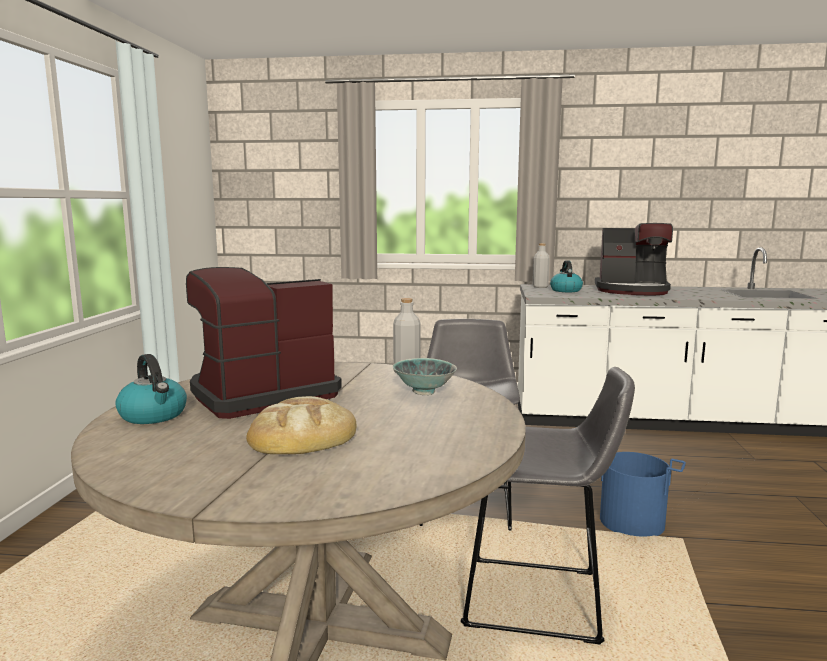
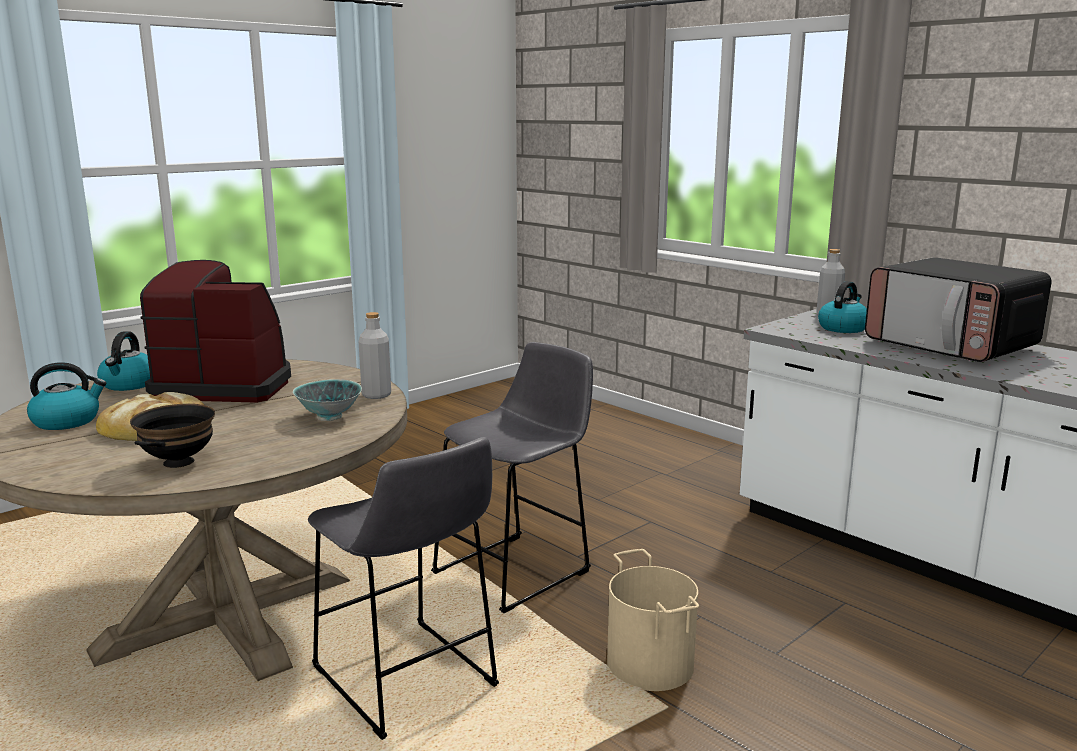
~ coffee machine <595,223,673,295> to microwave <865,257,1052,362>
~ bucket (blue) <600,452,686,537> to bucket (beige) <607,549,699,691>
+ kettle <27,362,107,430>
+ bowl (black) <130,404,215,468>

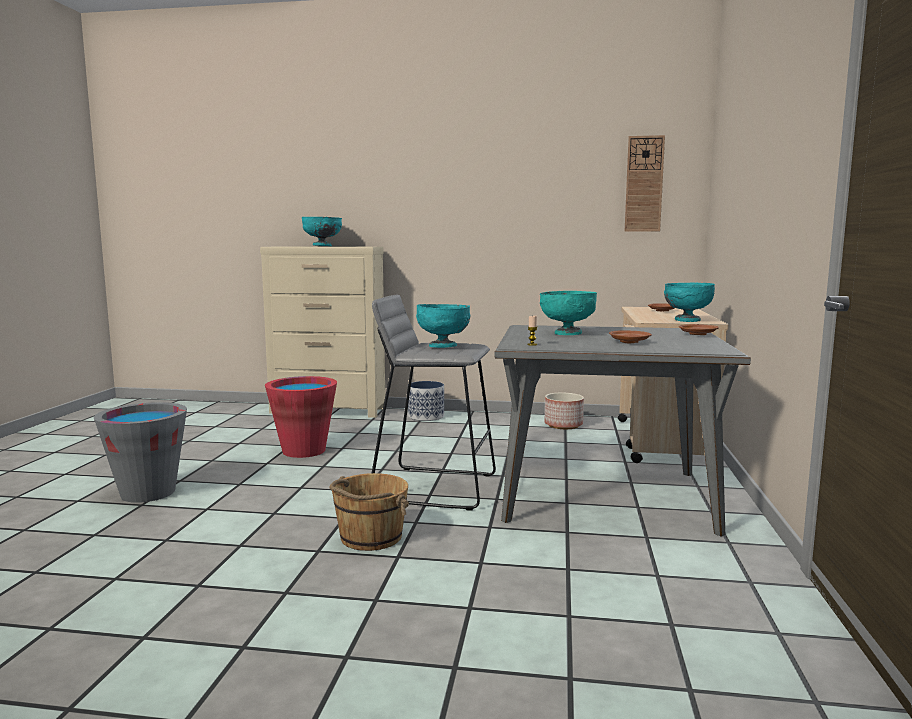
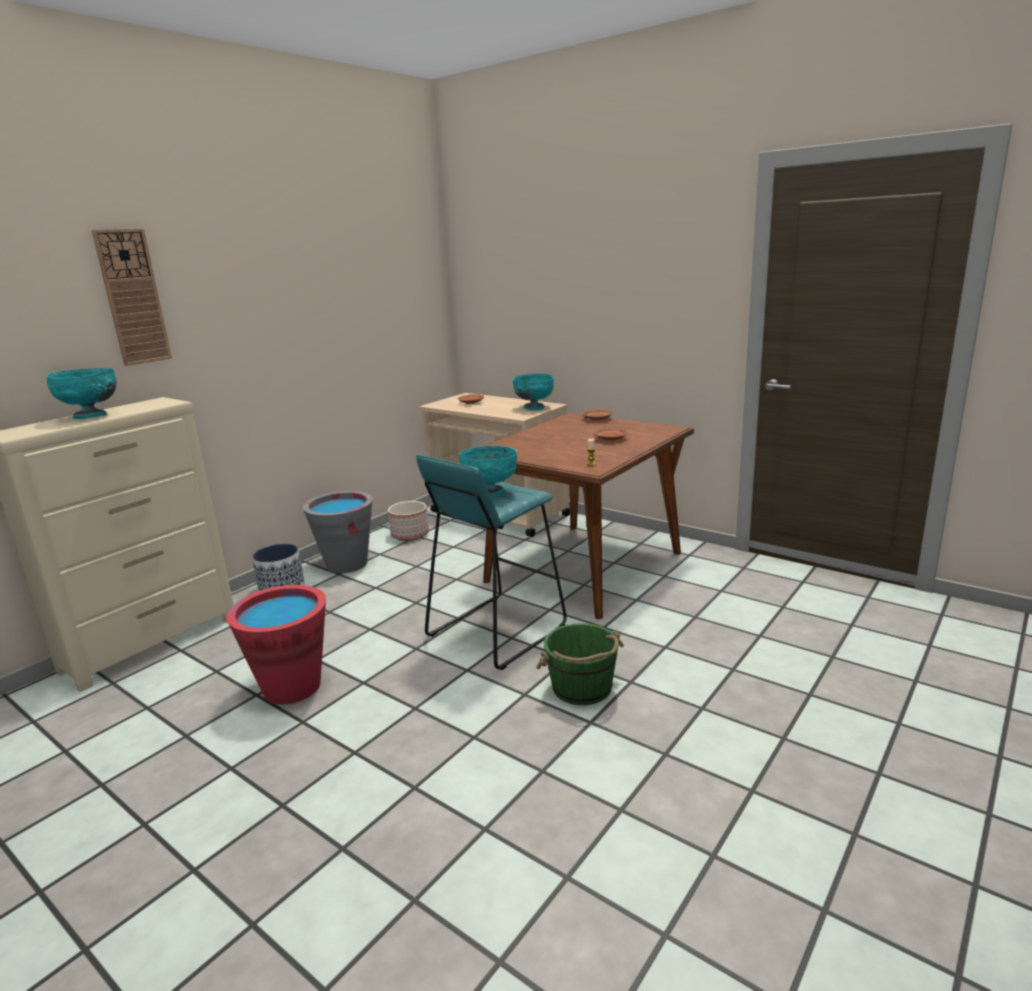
~ wall clock <625,135,665,232> to <92,228,172,366>
- bowl (turquoise) <540,291,597,335>
~ stool (grey) <372,294,496,510> to stool (turquoise) <416,455,567,670>
~ dining table (grey) <494,325,751,536> to dining table (brown) <481,413,694,619>
~ bucket (grey) <94,402,187,503> to <303,491,373,573>
~ bucket (brown) <330,473,409,551> to bucket (green) <536,623,624,705>

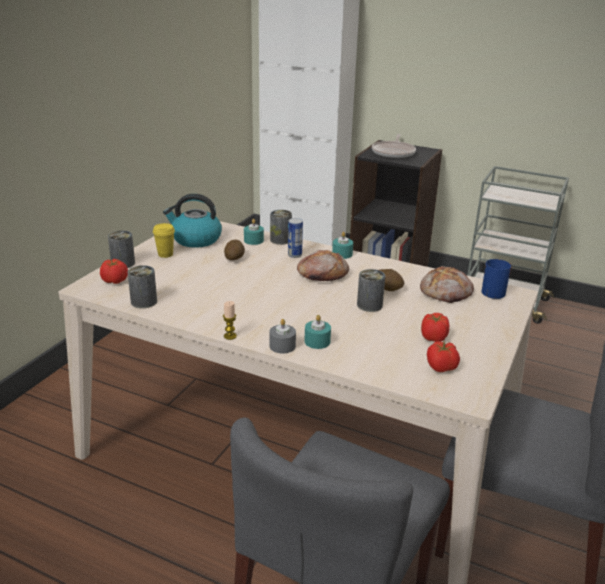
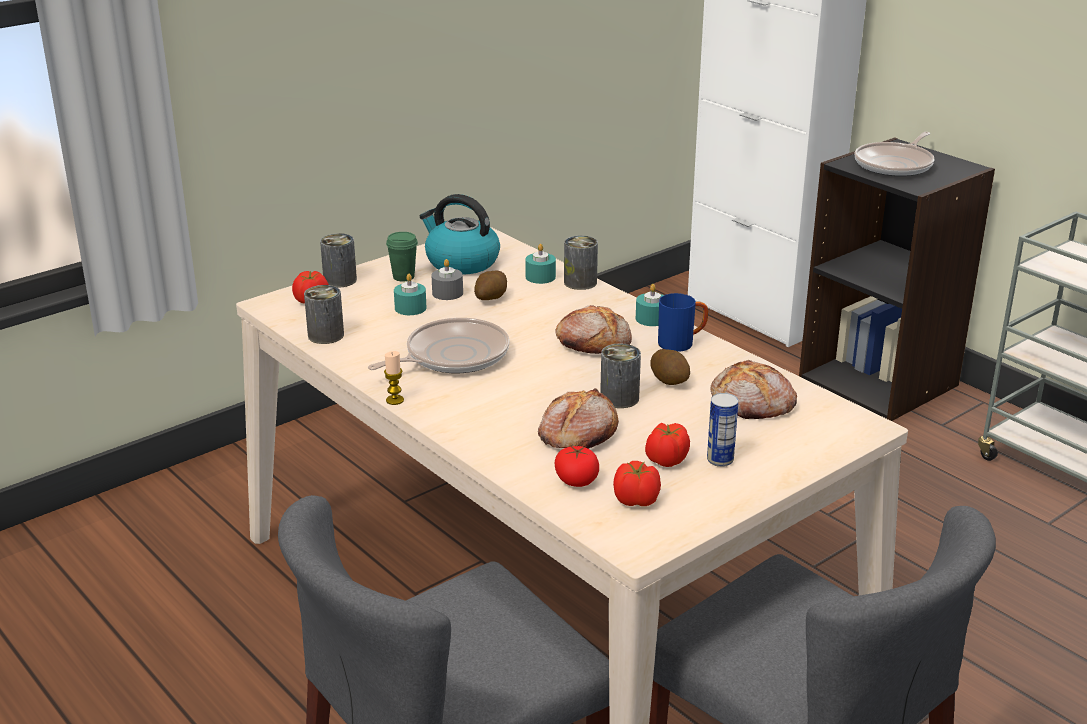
~ can <288,218,303,258> to <707,393,738,467>
~ cup (yellow) <153,223,175,258> to cup (green) <386,232,418,282>
~ mug (blue) <481,259,511,299> to <658,293,708,352>
~ candle (turquoise) <304,315,331,349> to <394,274,427,315>
~ candle (grey) <269,319,296,353> to <431,259,463,300>
+ frying pan <368,318,510,373>
+ bread <538,388,619,449>
+ tomato <555,446,599,487>

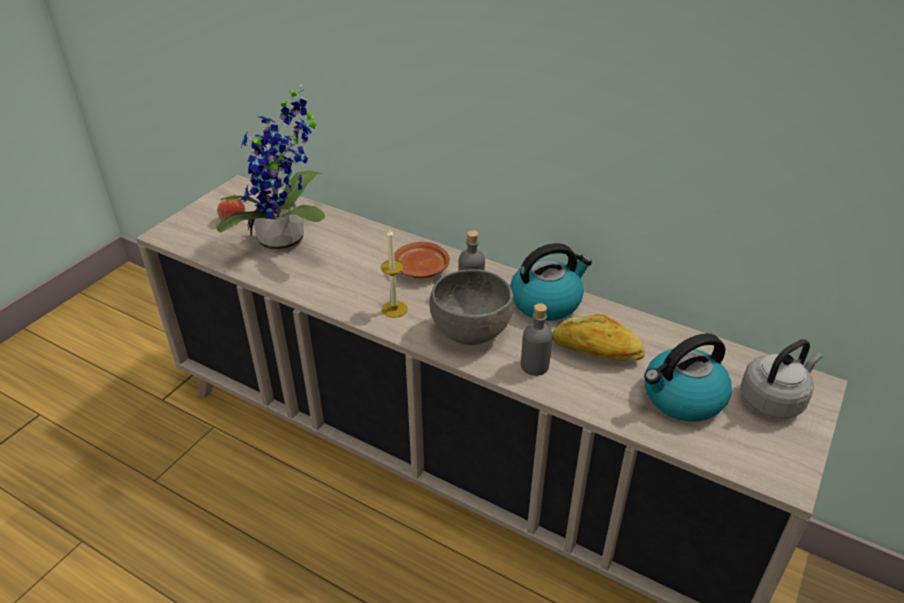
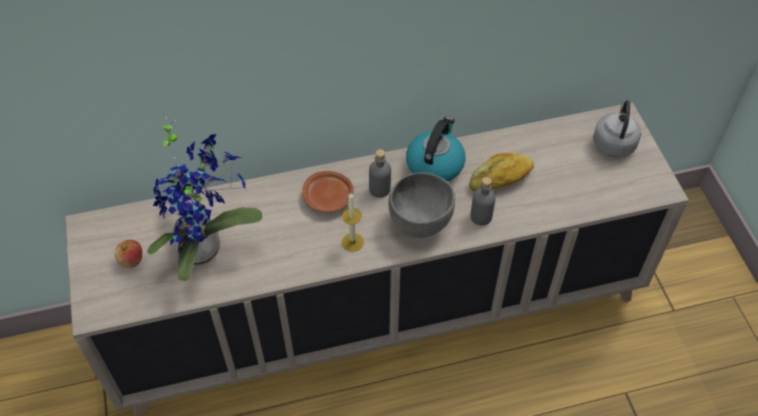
- kettle <644,333,732,422>

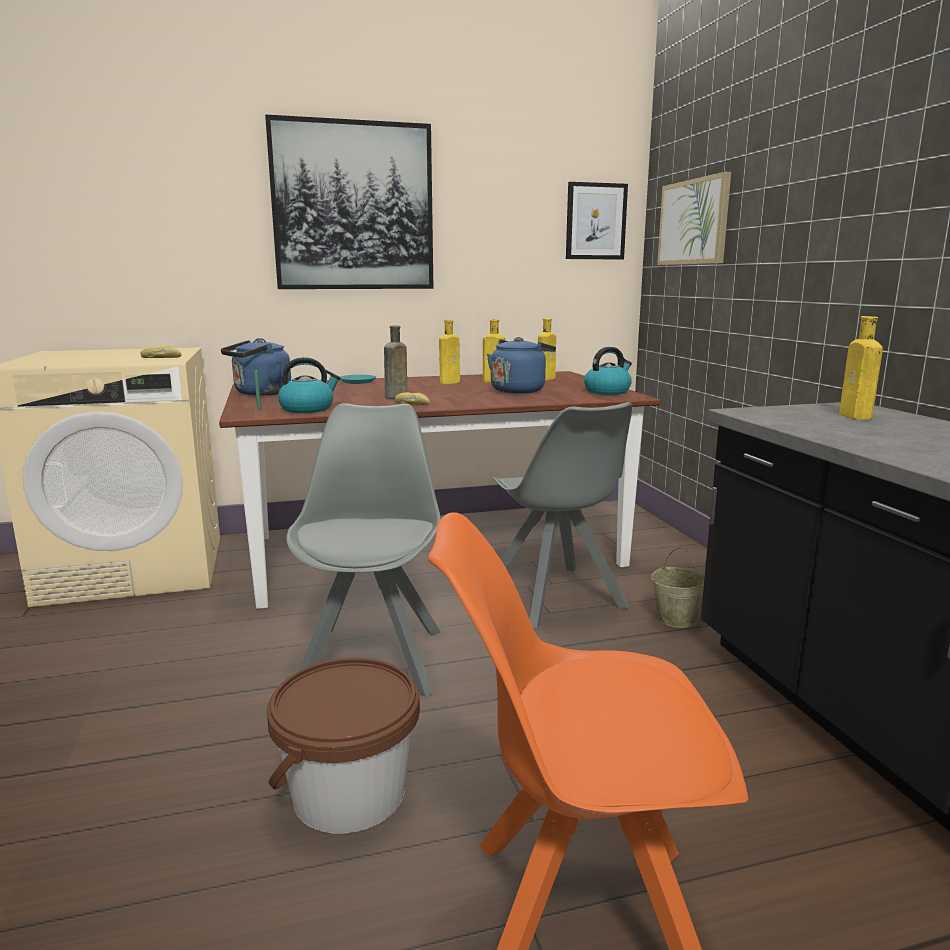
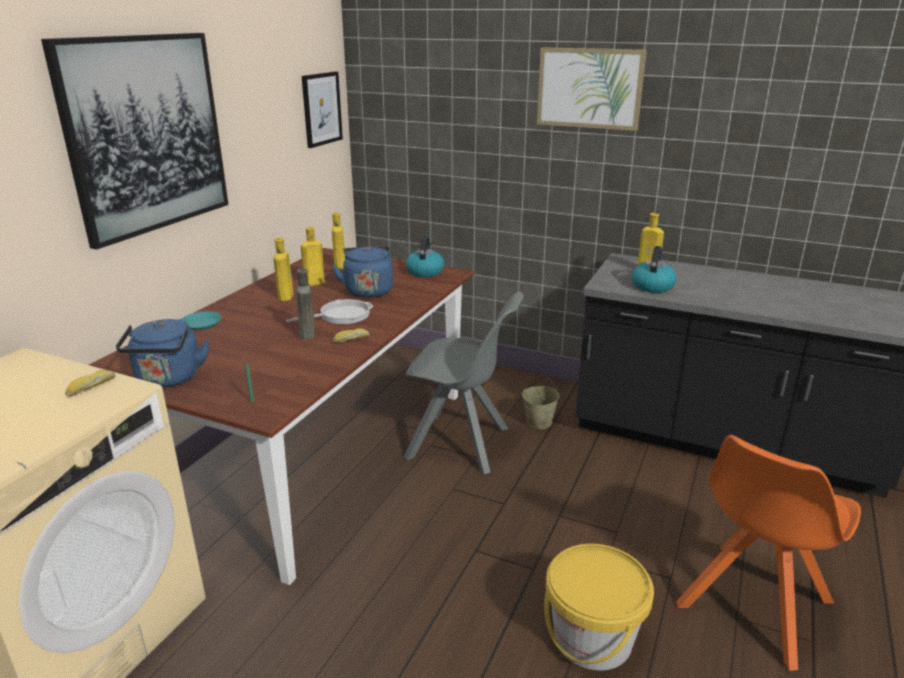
~ picture <657,172,731,265> to <537,47,647,131>
~ kettle <278,357,340,413> to <632,246,677,293>
- chair (grey) <286,403,440,697>
~ bucket (brown) <267,658,420,834> to bucket (yellow) <544,544,654,670>
+ frying pan <286,299,374,324>

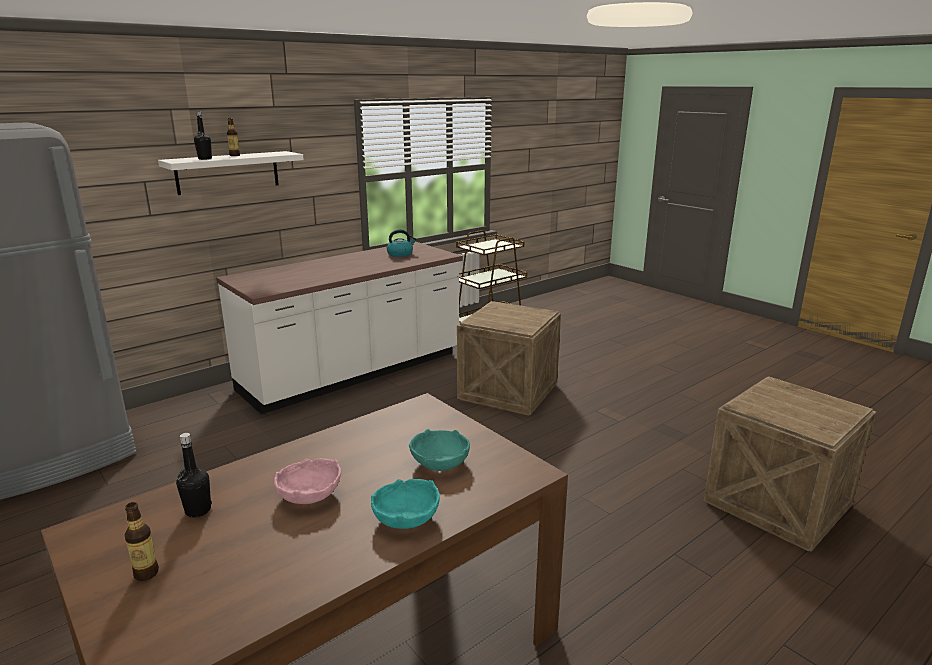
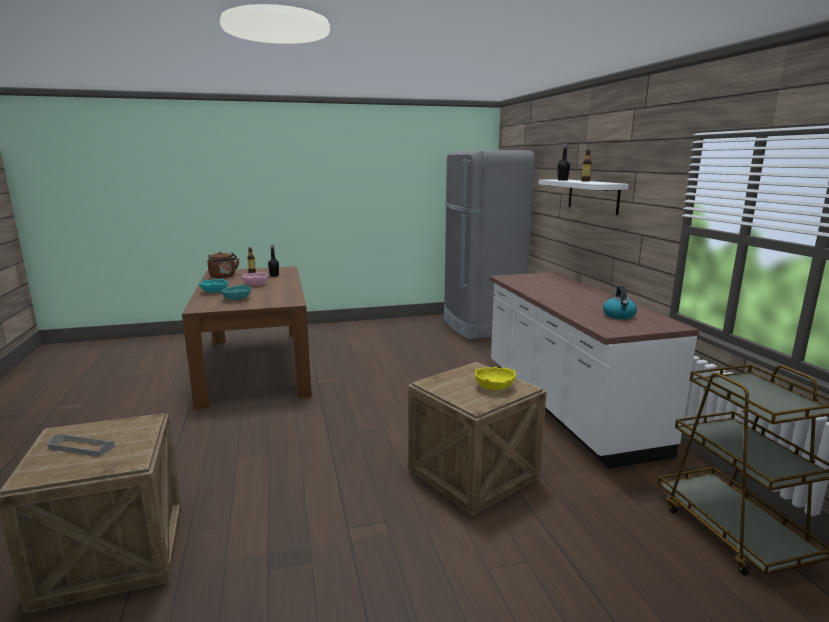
+ kettle (brown) <208,252,239,278>
+ bowl (yellow) <475,366,516,390>
+ tray (grey) <47,434,115,457>

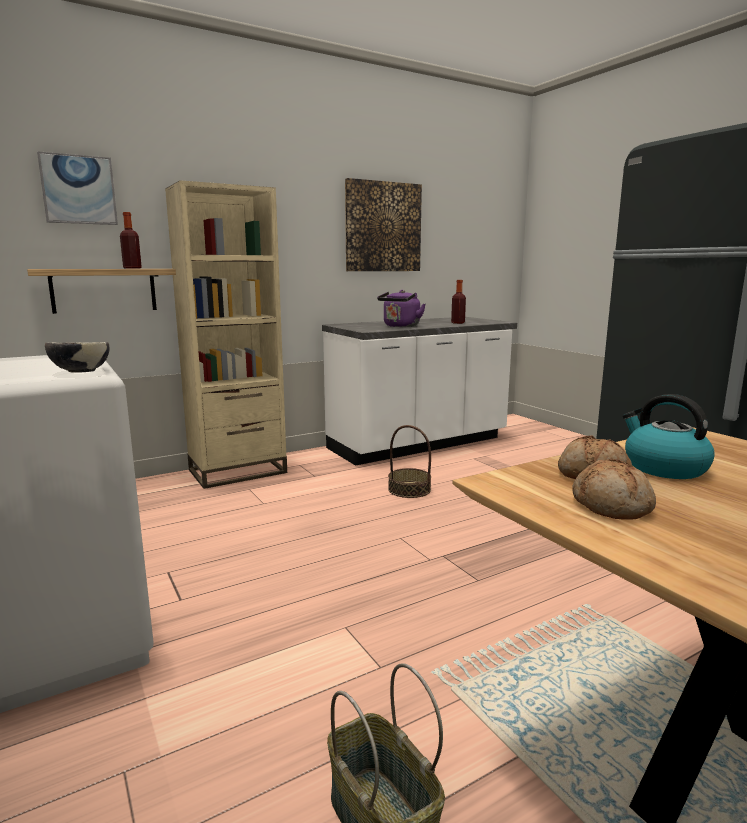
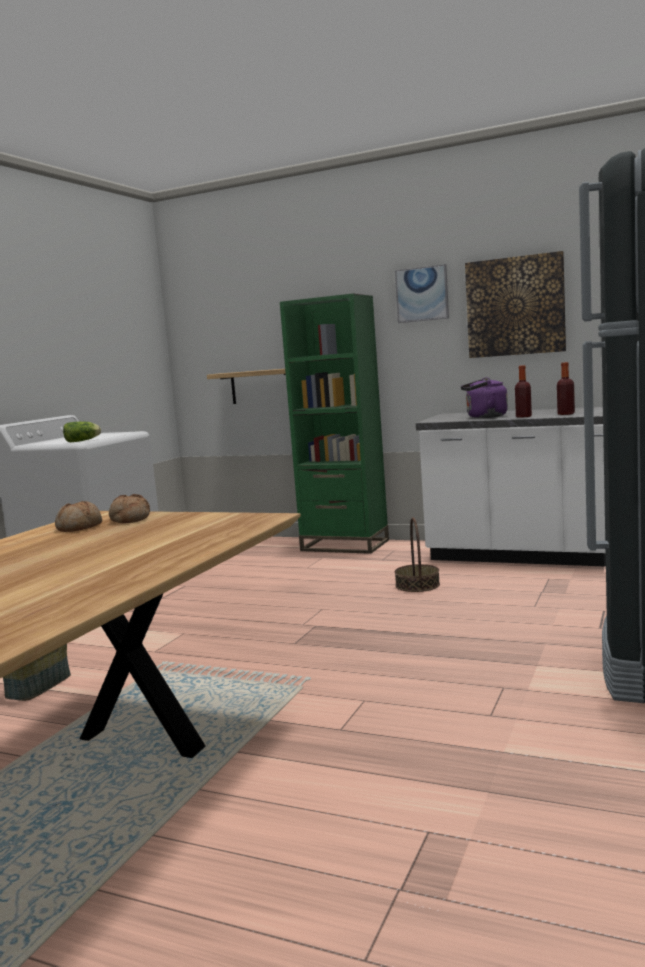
~ picture <37,151,118,225> to <395,264,449,323>
~ bookcase (beige) <165,180,287,489> to bookcase (green) <280,294,389,554>
~ bottle <120,212,142,269> to <515,365,532,418>
~ bowl <45,342,110,373> to lettuce <63,422,101,442>
- kettle <623,394,715,479>

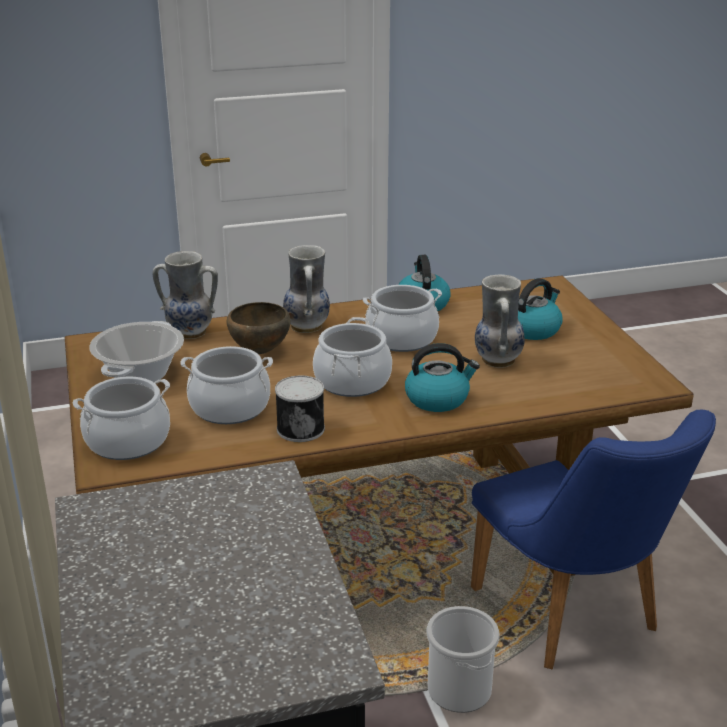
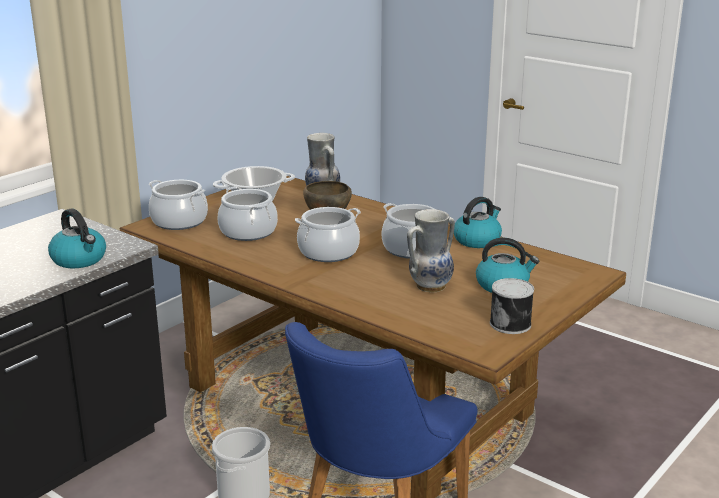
- vase <283,245,330,333>
~ kettle <405,343,480,412> to <48,208,106,268>
~ can <275,375,325,442> to <490,278,534,334>

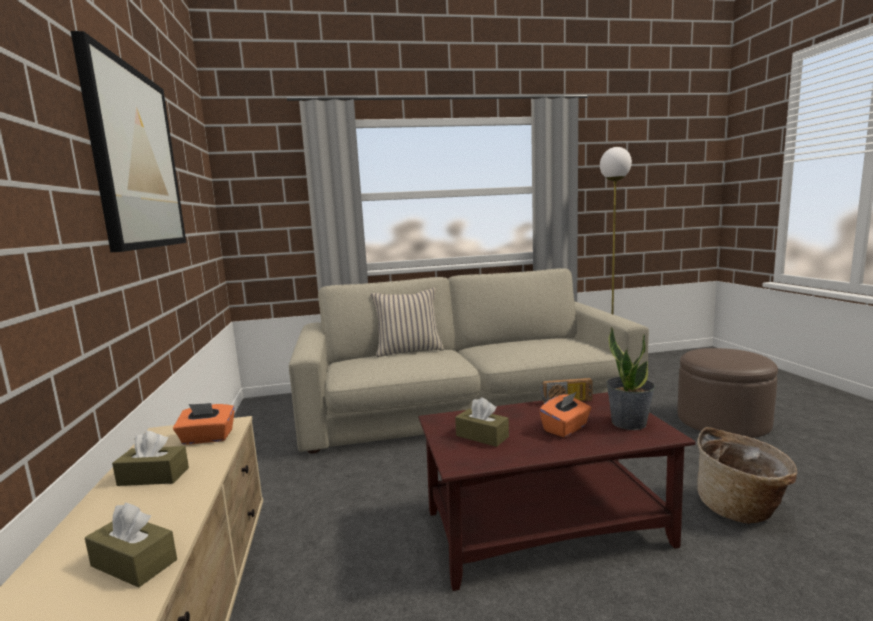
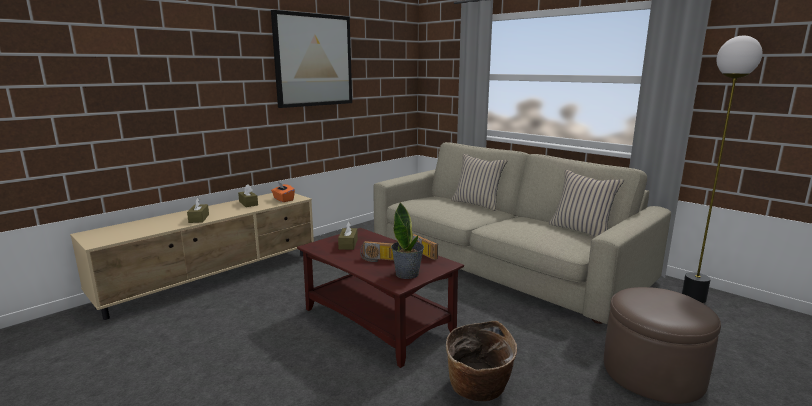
~ tissue box (orange) <539,392,591,437> to radio <360,241,394,262>
+ pillow (beige) <548,170,624,237>

